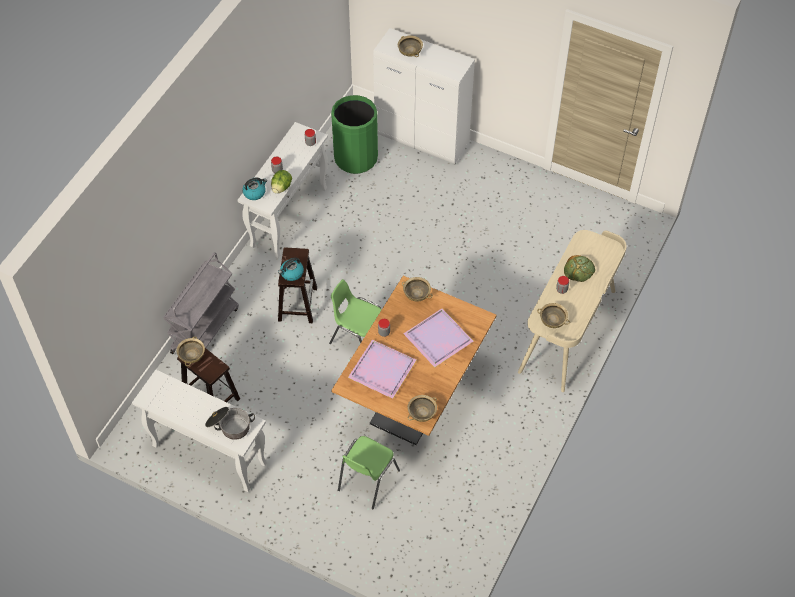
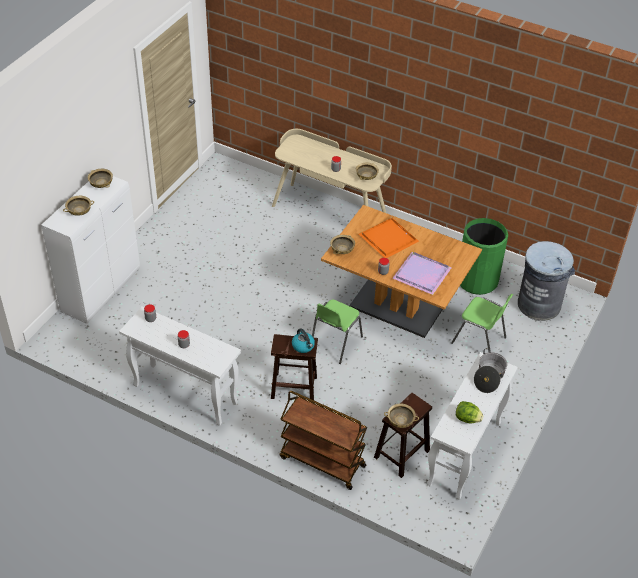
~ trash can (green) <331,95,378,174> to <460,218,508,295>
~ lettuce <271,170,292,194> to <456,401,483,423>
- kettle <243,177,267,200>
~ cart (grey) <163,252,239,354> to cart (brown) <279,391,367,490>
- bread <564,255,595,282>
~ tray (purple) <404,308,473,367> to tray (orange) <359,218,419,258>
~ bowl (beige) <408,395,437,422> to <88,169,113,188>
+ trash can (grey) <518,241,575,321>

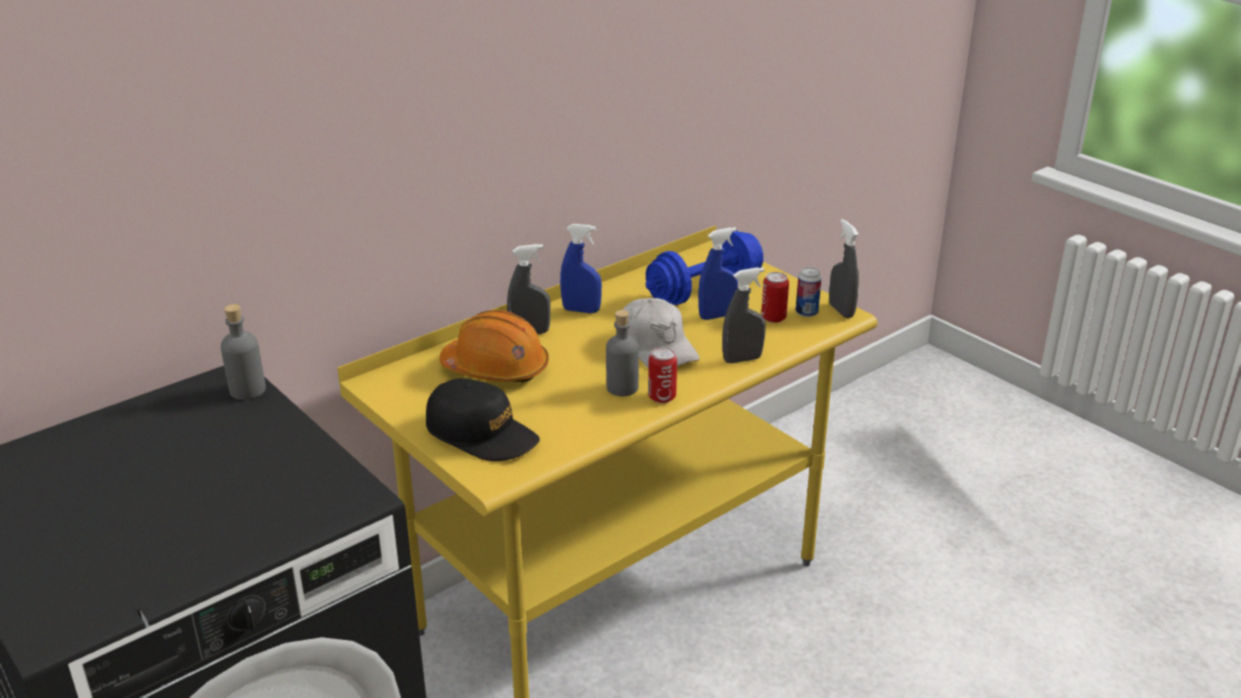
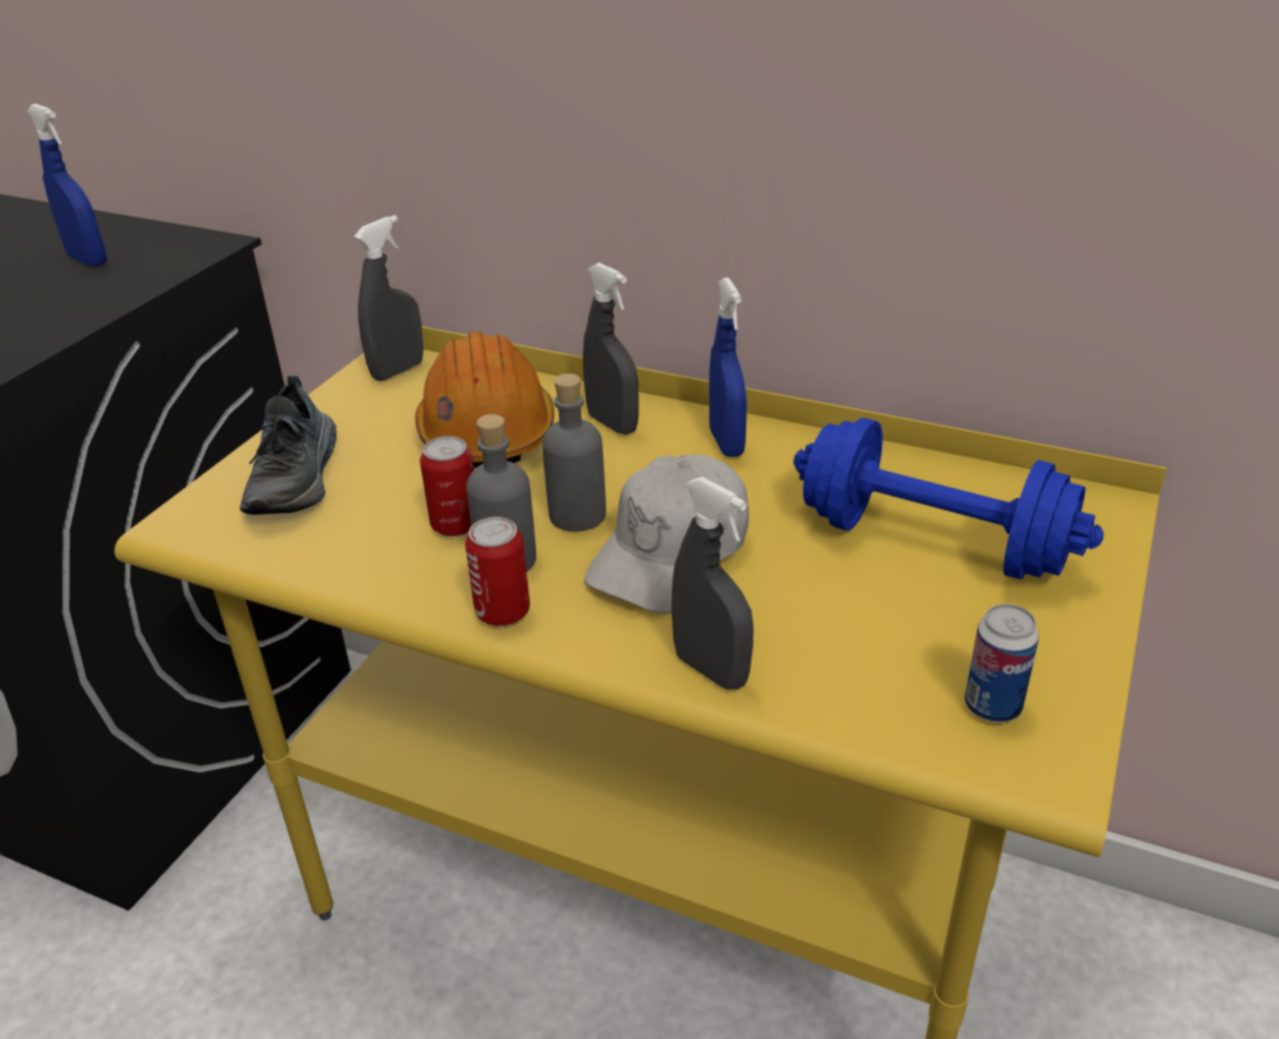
~ spray bottle (grey) <829,219,859,318> to <354,215,423,381>
~ spray bottle (blue) <698,227,738,320> to <27,104,107,267>
~ can <761,272,789,323> to <420,436,474,537>
~ bottle (grey) <221,304,266,400> to <542,373,606,532>
~ cap (black) <426,378,540,461> to shoe <240,376,337,515>

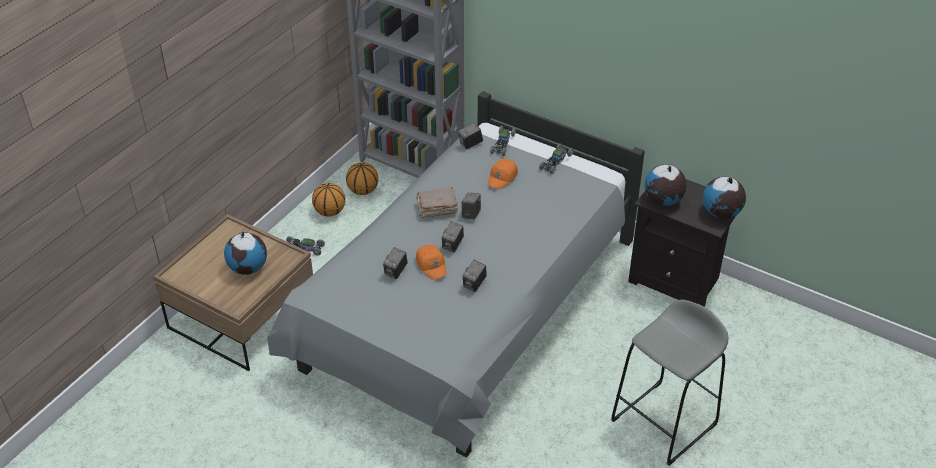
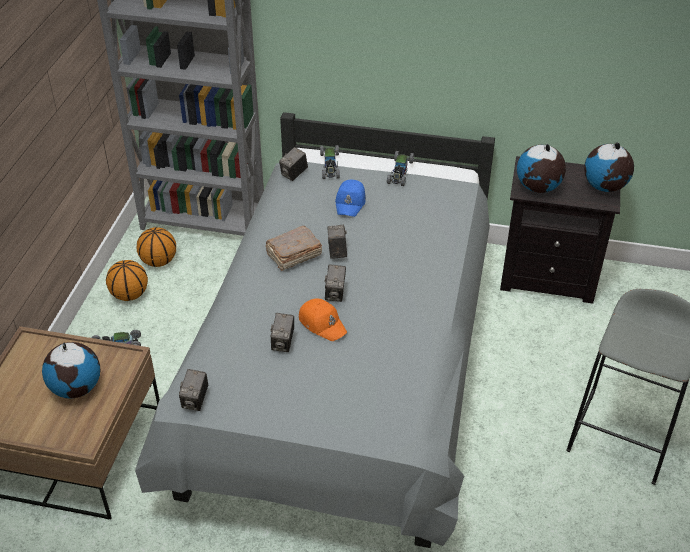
~ cap (orange) <488,159,518,190> to cap (blue) <335,180,366,217>
~ photo camera <463,260,487,292> to <179,369,208,411>

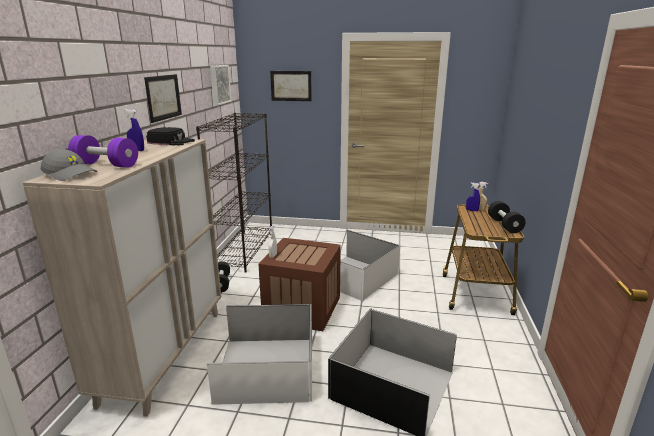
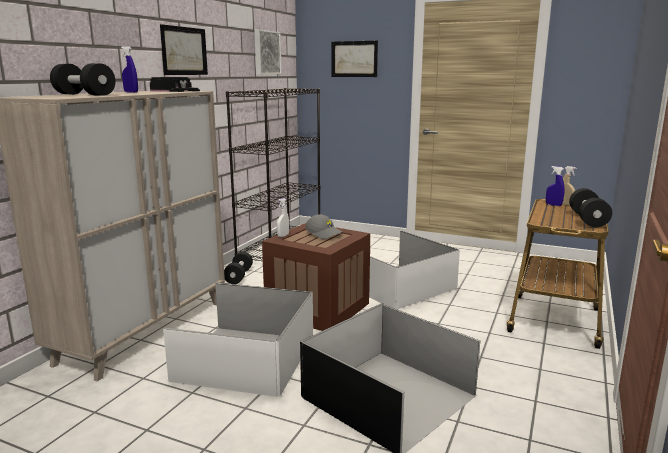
~ dumbbell (purple) <68,135,138,168> to dumbbell (black) <50,63,115,96>
~ cap (grey) <41,149,97,181> to <305,214,343,239>

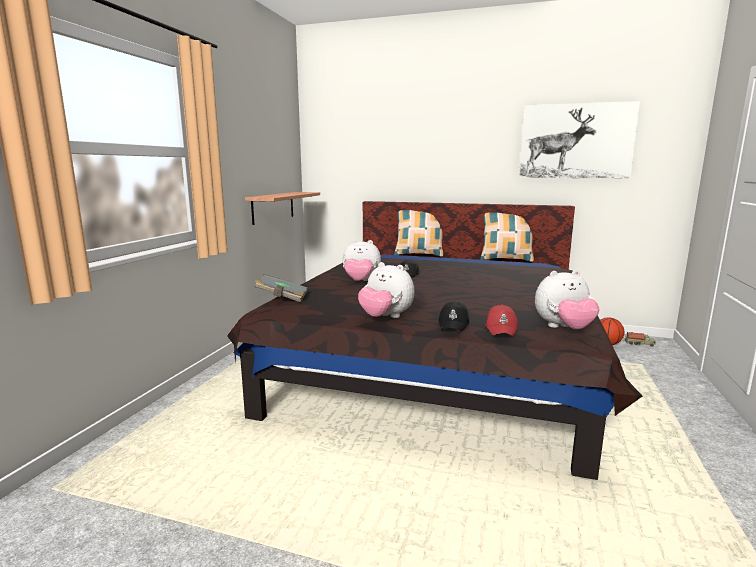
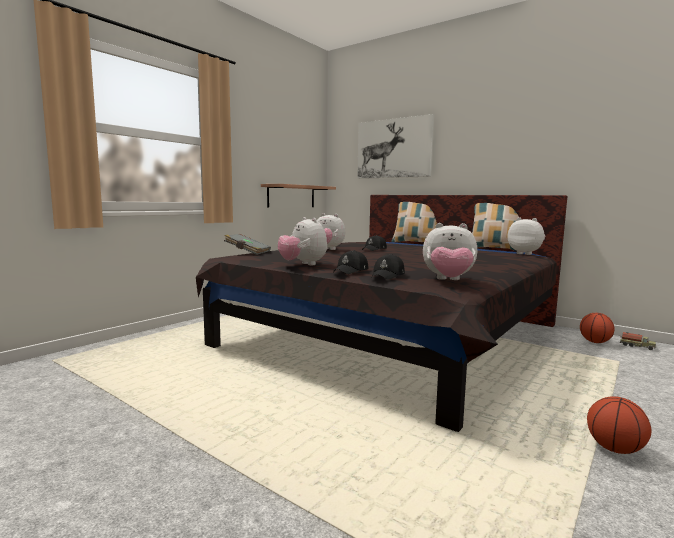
~ picture <519,101,640,178> to <357,114,434,179>
~ cap (red) <485,305,518,336> to cap (black) <372,254,405,280>
+ plush toy <508,217,545,255>
+ basketball <587,396,651,454>

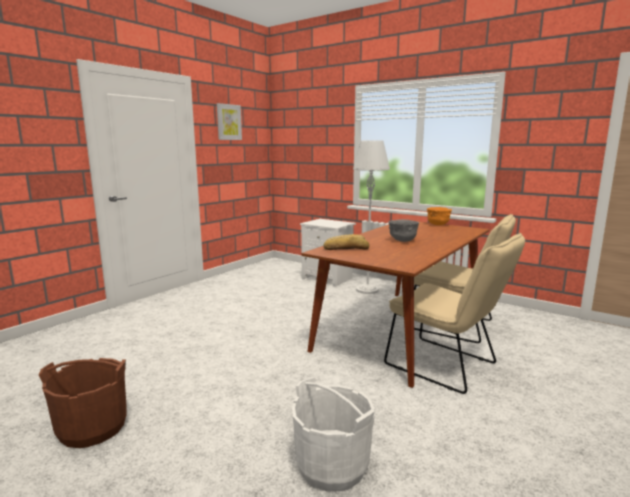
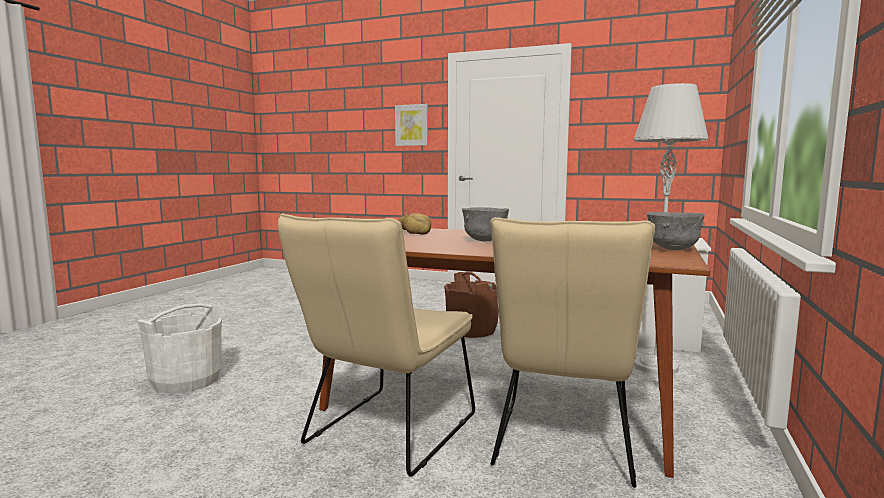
~ picture <217,103,242,140> to <395,104,428,146>
~ bowl (orange) <427,207,452,225> to bowl (grey) <647,212,705,250>
~ bucket (brown) <39,358,127,448> to <444,272,498,338>

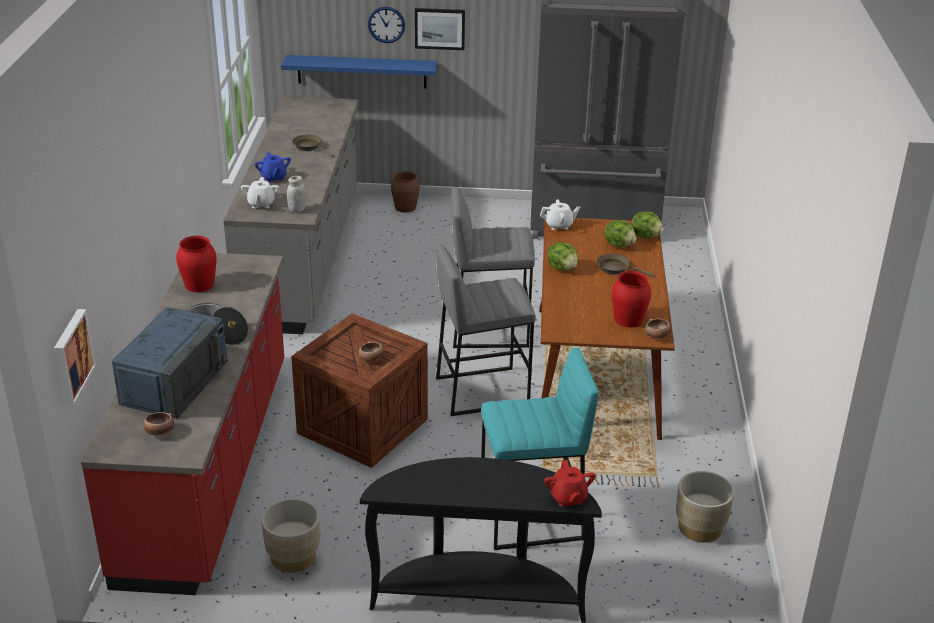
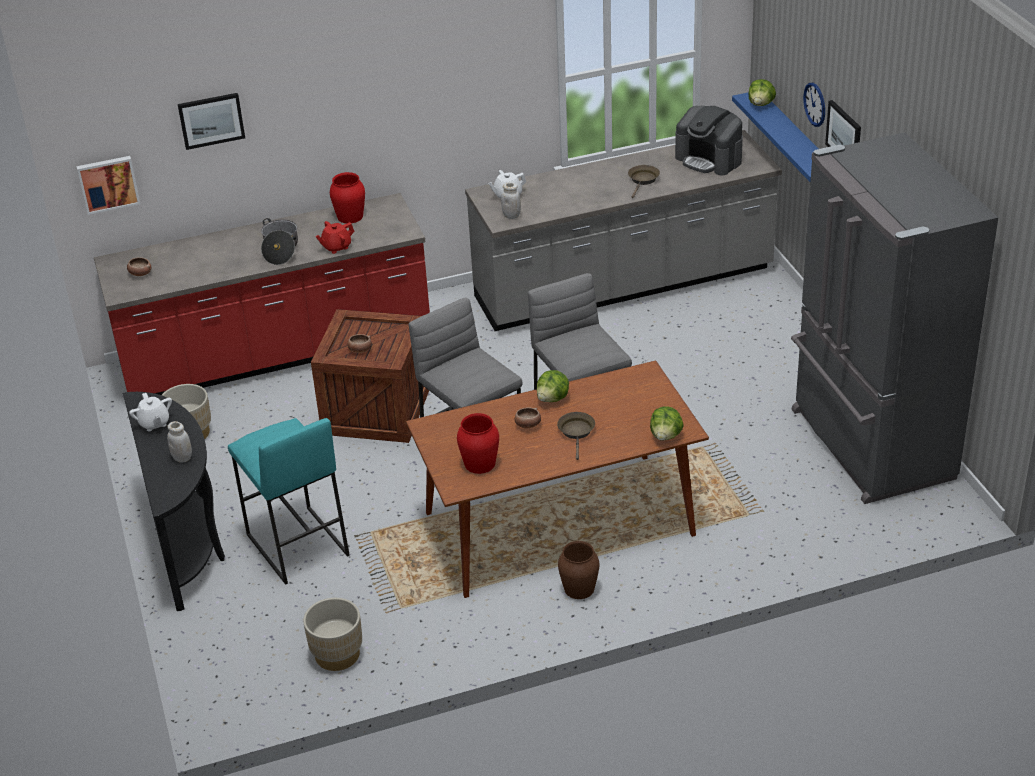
- teapot (blue) <255,152,291,183>
~ vase (brown) <391,171,420,213> to <558,541,599,599>
~ teapot (white) <540,199,580,230> to <129,393,172,431>
~ lettuce <604,220,637,248> to <749,79,776,106>
- microwave (blue) <112,307,228,419>
~ bowl <645,319,671,339> to <515,407,541,429>
~ teapot (red) <544,460,596,507> to <316,221,354,254>
+ picture <178,93,245,150>
+ coffee machine <675,106,743,175>
+ jar (white) <167,421,192,462>

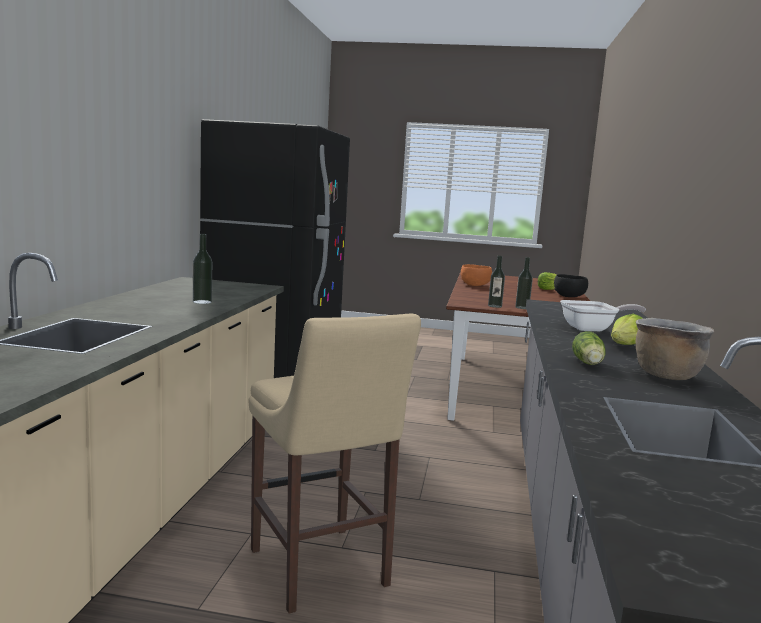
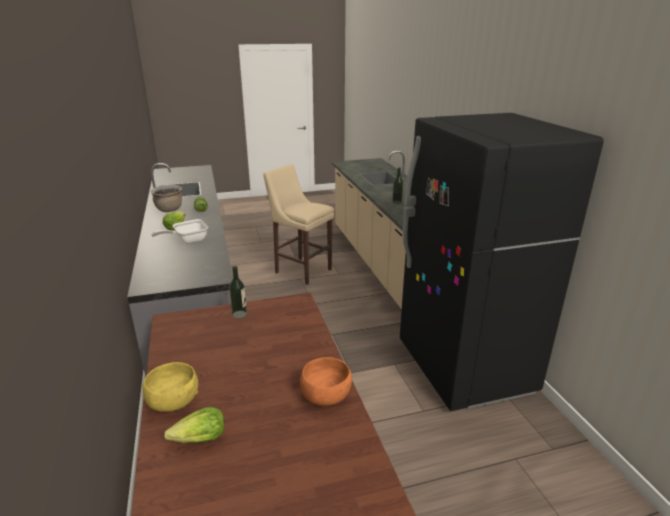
- bottle <488,256,505,308>
~ bowl (black) <554,274,588,297> to bowl (yellow) <142,362,198,412>

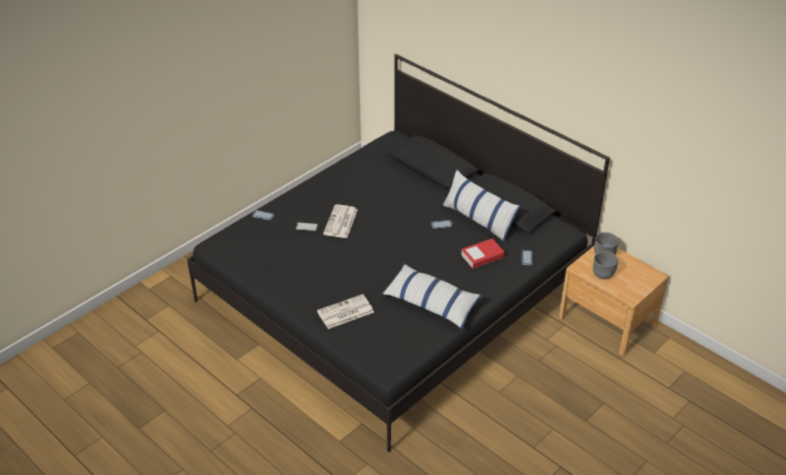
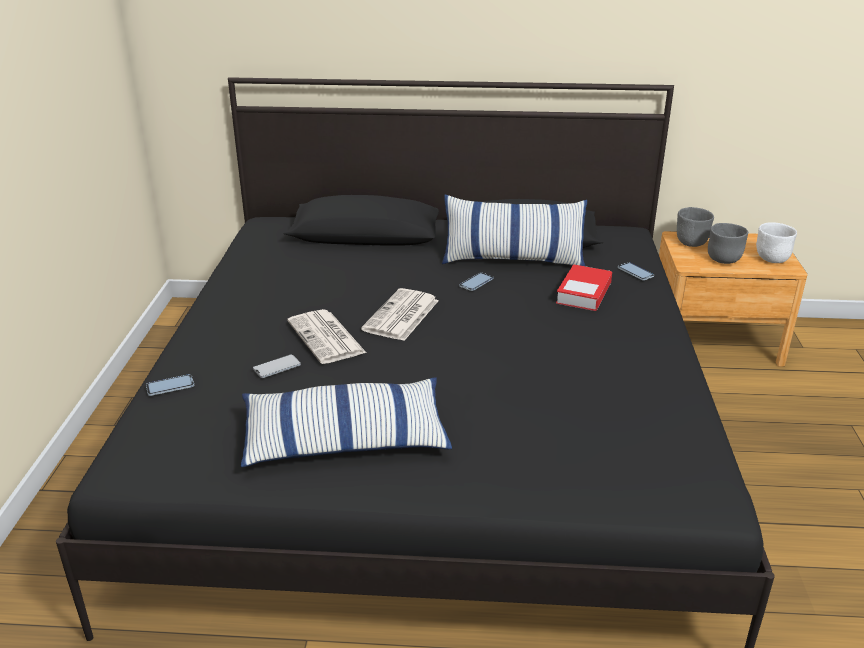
~ pillow <382,263,484,329> to <241,377,452,467>
~ newspaper <317,294,374,329> to <361,288,439,341>
+ bowl (white) <756,222,797,263>

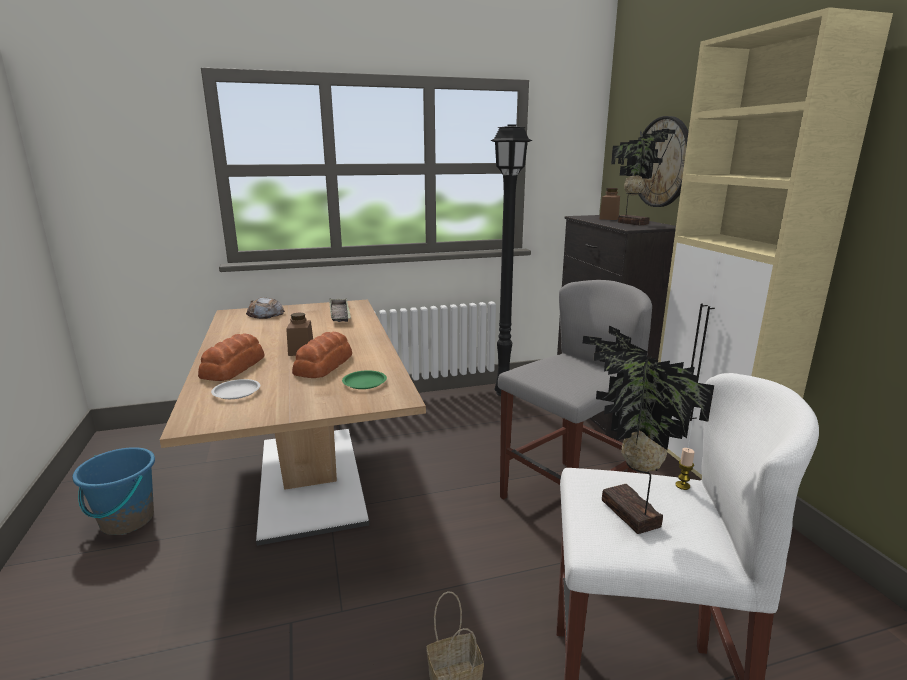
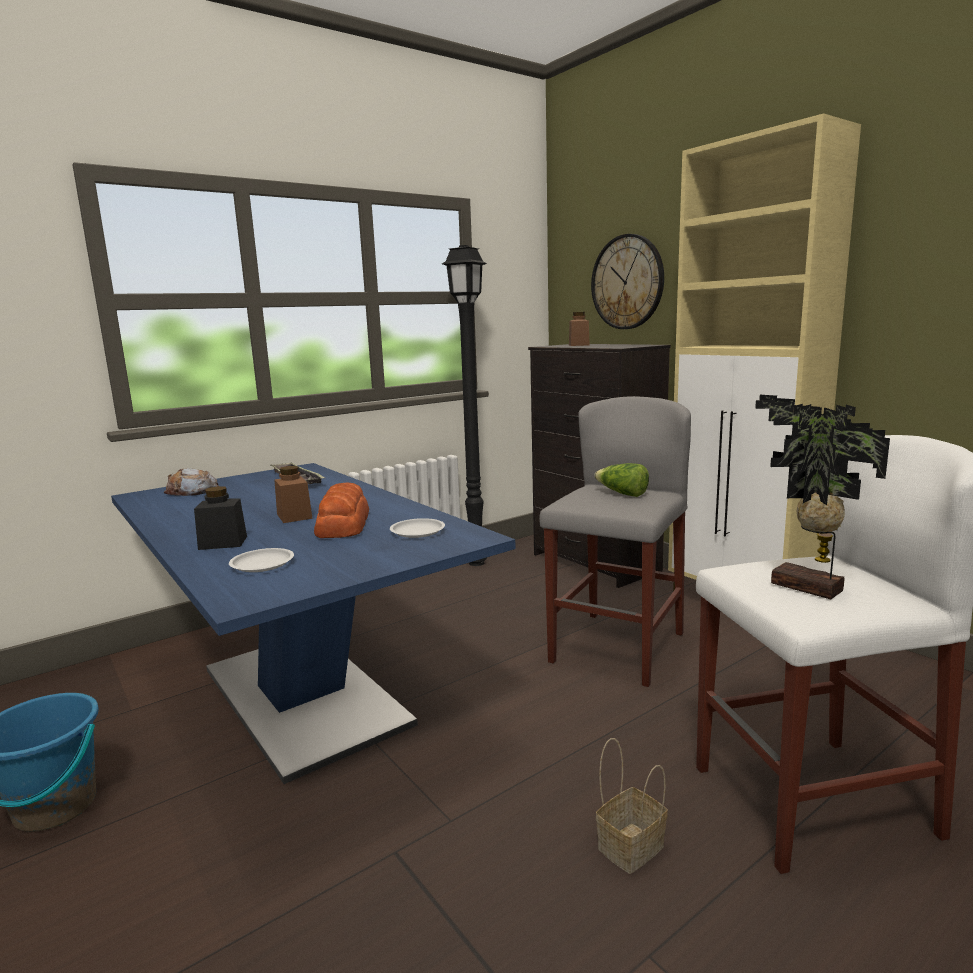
- potted plant <611,129,675,226>
~ dining table (brown) <160,299,426,546> to dining table (blue) <111,463,516,784>
~ bread <198,333,265,381> to jar (black) <194,486,247,550>
~ plate (green) <342,370,387,389> to plate (white) <390,518,445,538>
+ lettuce <594,463,649,497>

